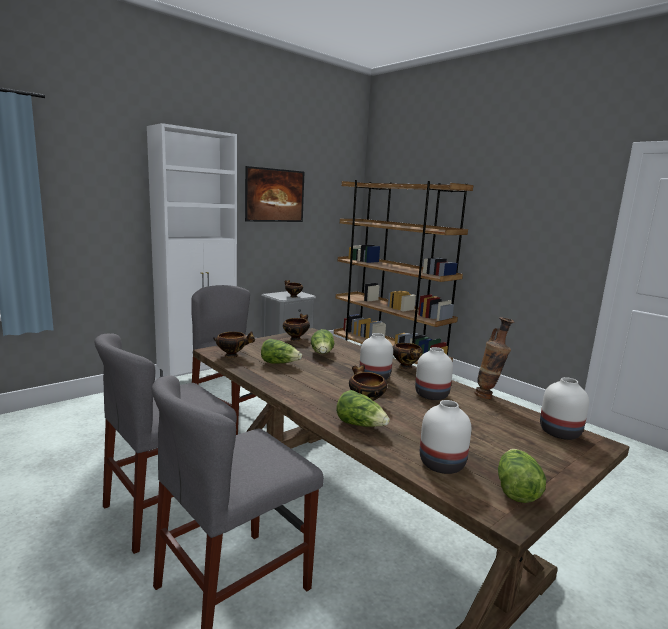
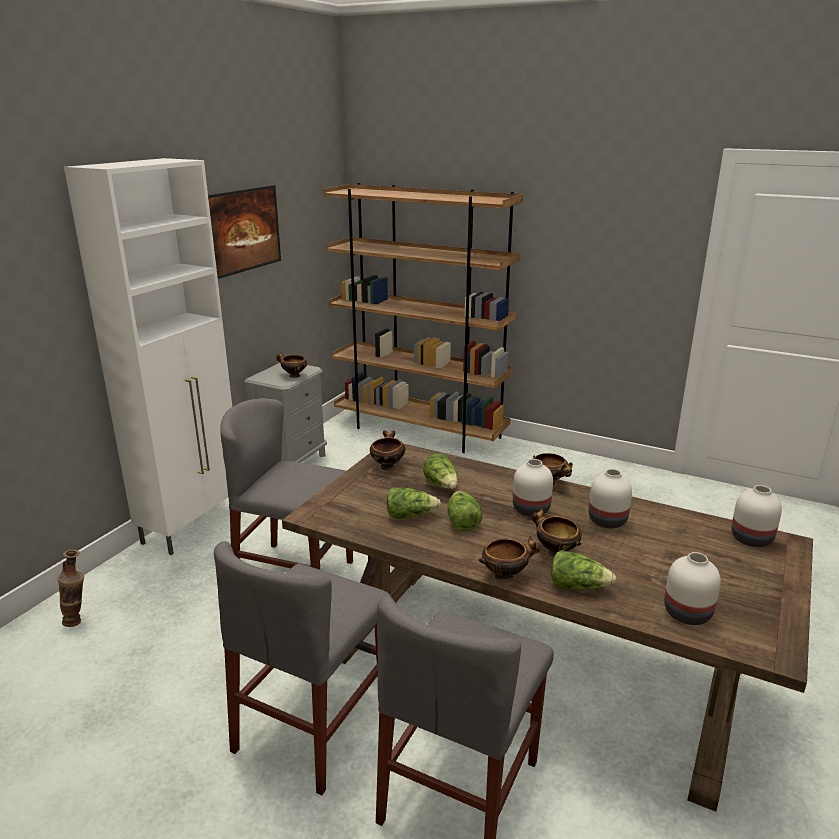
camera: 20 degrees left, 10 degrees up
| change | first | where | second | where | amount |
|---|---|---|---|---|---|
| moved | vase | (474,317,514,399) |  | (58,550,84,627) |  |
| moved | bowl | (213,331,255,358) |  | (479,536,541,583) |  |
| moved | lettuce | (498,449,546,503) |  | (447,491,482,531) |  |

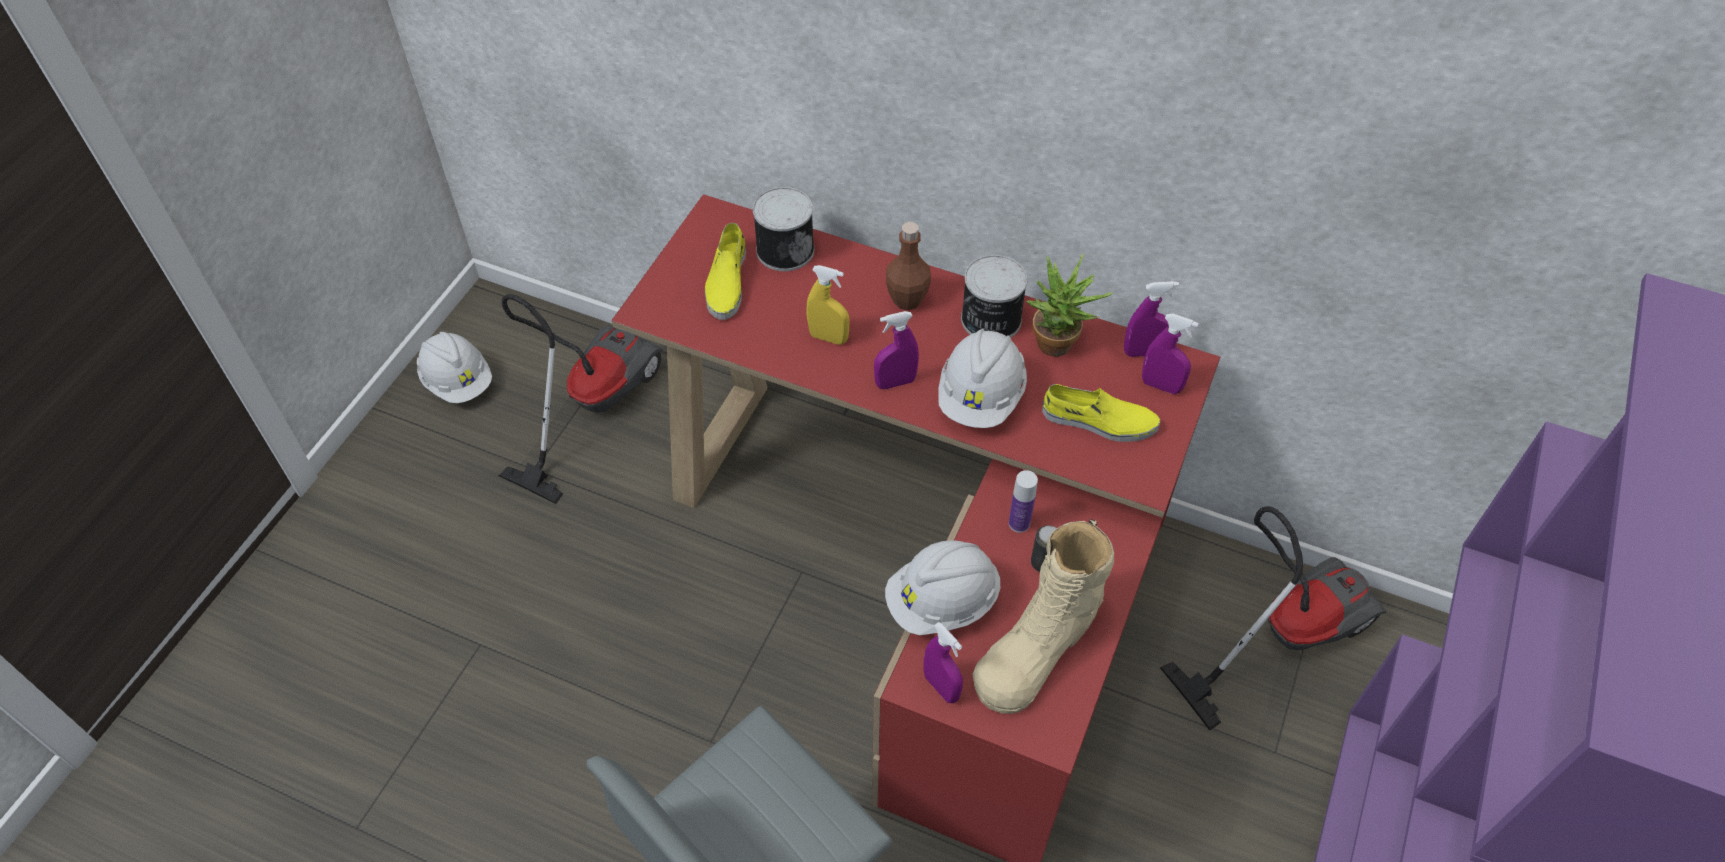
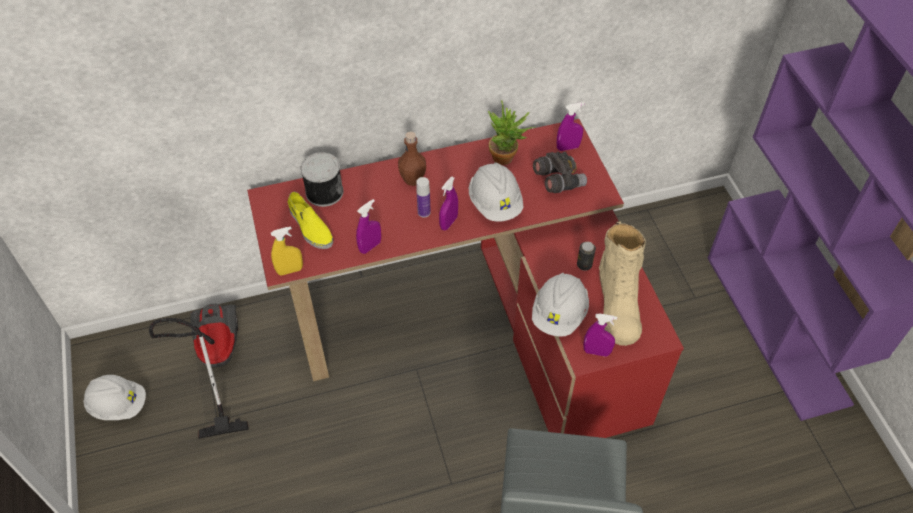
camera: 40 degrees left, 0 degrees up
| change | first | where | second | where | amount |
|---|---|---|---|---|---|
| removed | can | (961,255,1028,338) |  |  |  |
| moved | spray bottle (yellow) | (806,265,850,345) |  | (271,227,303,276) |  |
| moved | spray bottle (purple) | (1124,281,1179,357) |  | (356,199,381,254) |  |
| replaced | shoe (yellow) | (1042,384,1160,442) | binoculars (grey) | (533,152,587,193) |  |
| moved | bottle | (1009,470,1038,533) |  | (416,177,431,217) |  |
| removed | vacuum cleaner | (1160,506,1386,731) |  |  |  |

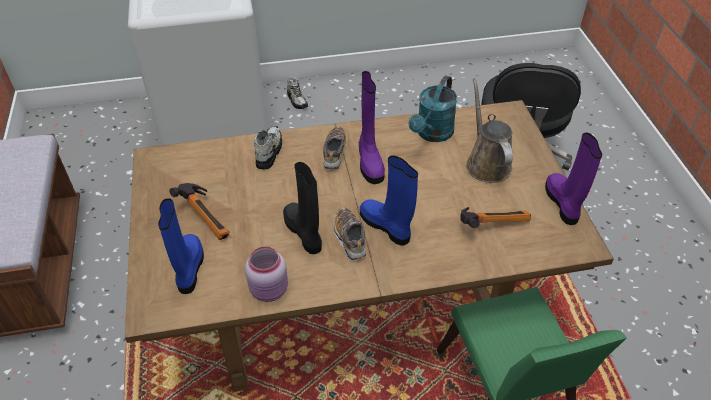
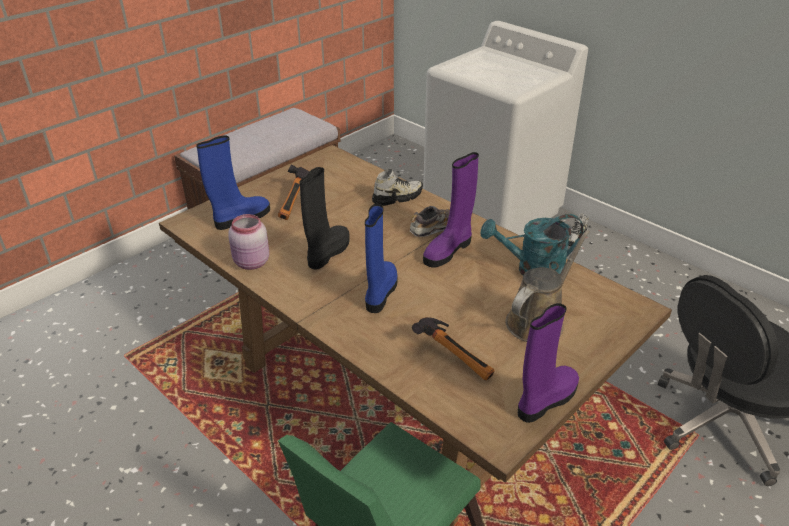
camera: 55 degrees right, 10 degrees down
| change | first | where | second | where | amount |
|---|---|---|---|---|---|
| removed | shoe | (334,208,366,261) |  |  |  |

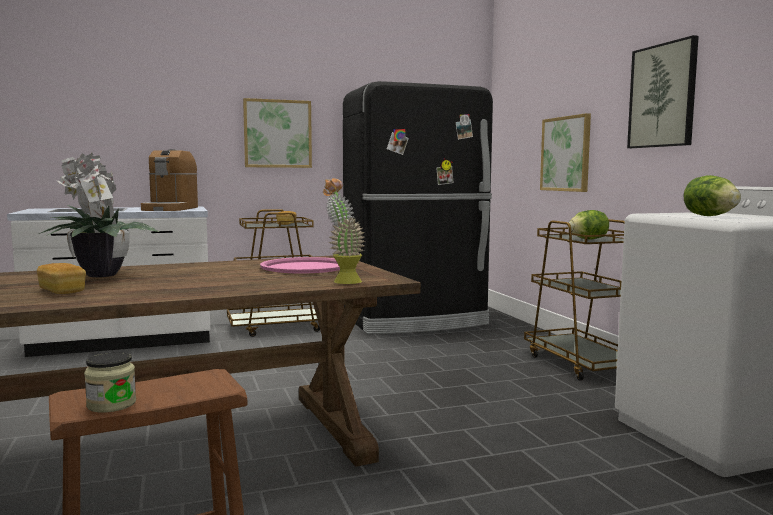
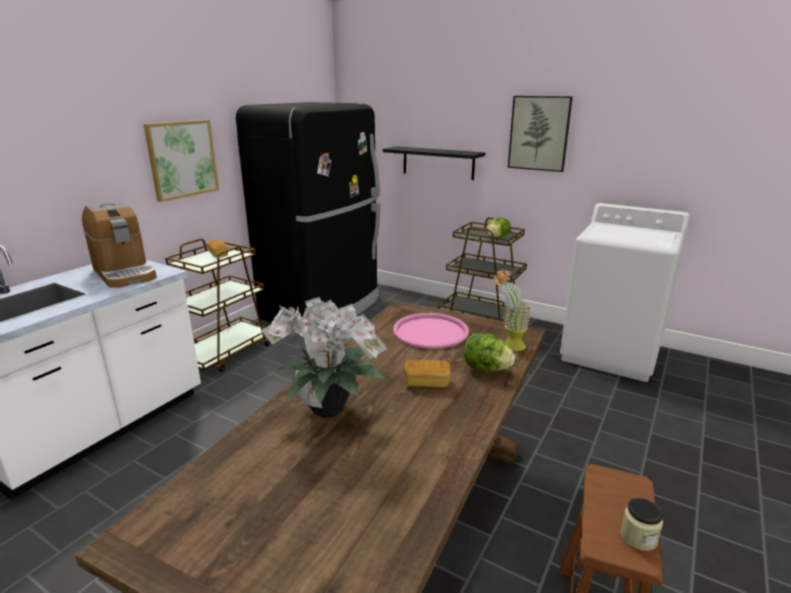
camera: 40 degrees left, 15 degrees up
| change | first | where | second | where | amount |
|---|---|---|---|---|---|
| replaced | picture | (540,113,591,192) | shelf (black) | (383,146,485,180) |  |
| moved | lettuce | (683,175,741,216) |  | (463,333,515,372) |  |
| moved | bread | (37,263,86,294) |  | (404,360,451,387) |  |

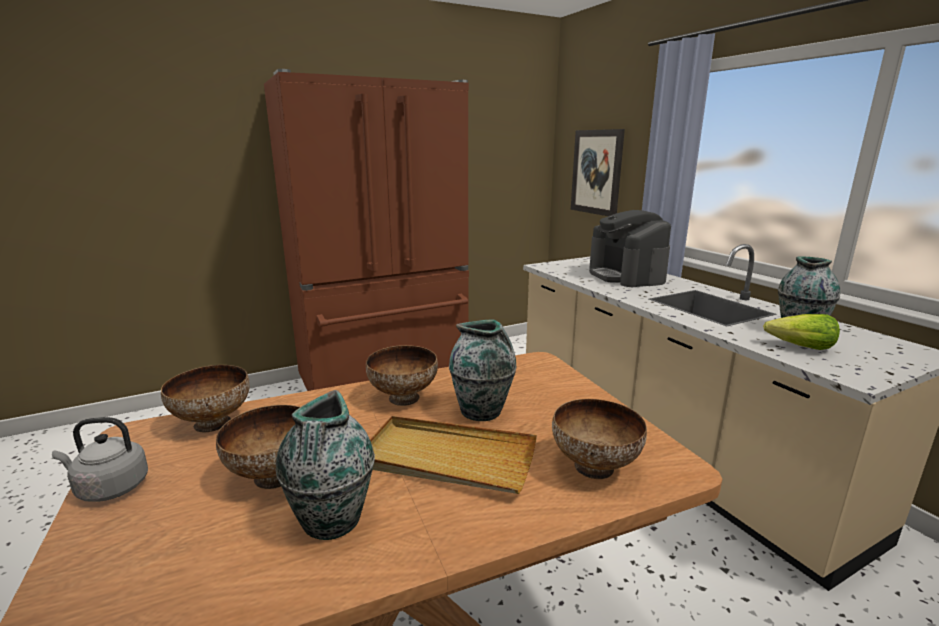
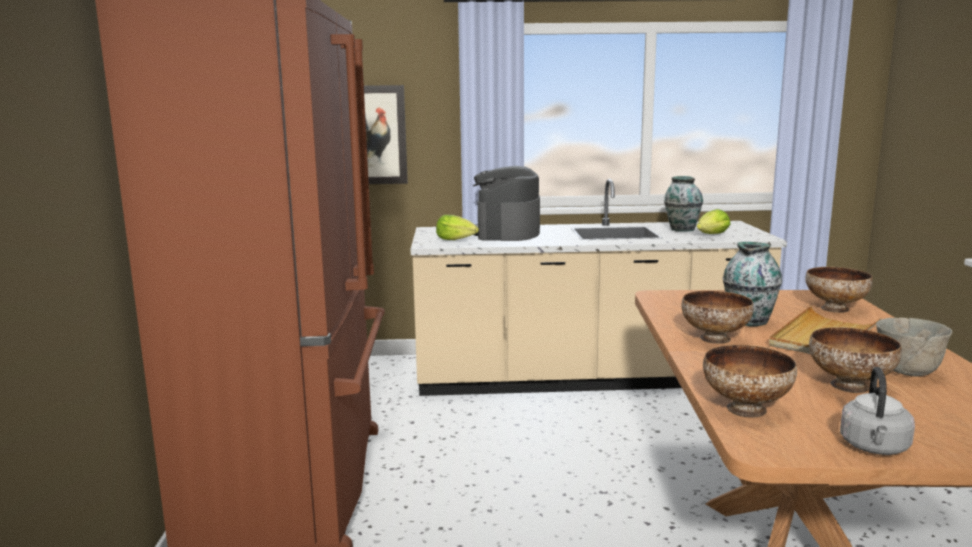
camera: 65 degrees left, 5 degrees down
| change | first | where | second | where | amount |
|---|---|---|---|---|---|
| turned | coffee machine | (589,210,671,287) |  | (473,166,540,241) | 90 degrees clockwise |
| replaced | vase | (276,390,375,540) | bowl (grey) | (876,318,952,376) |  |
| added |  |  | lettuce | (436,215,479,240) |  |

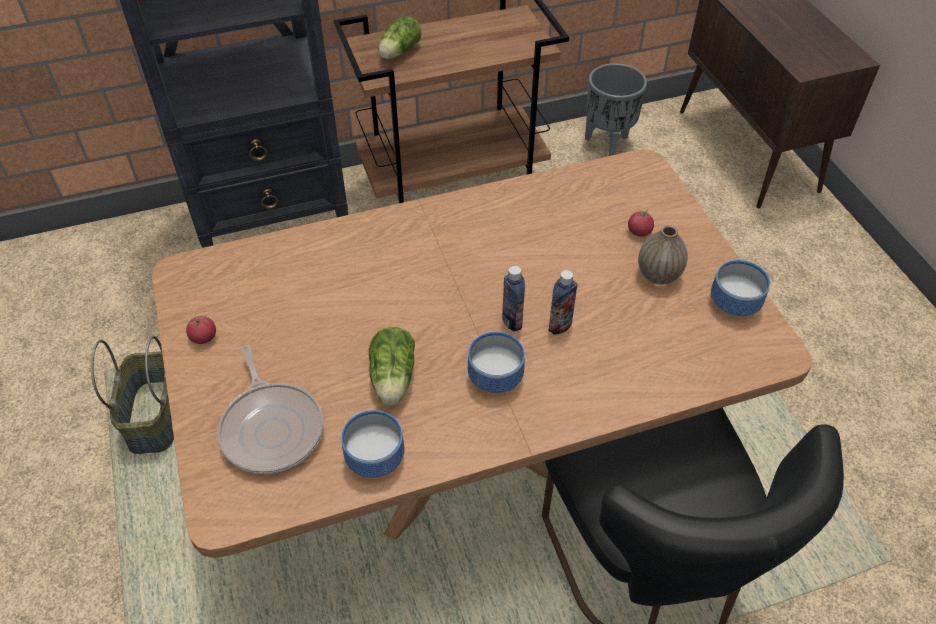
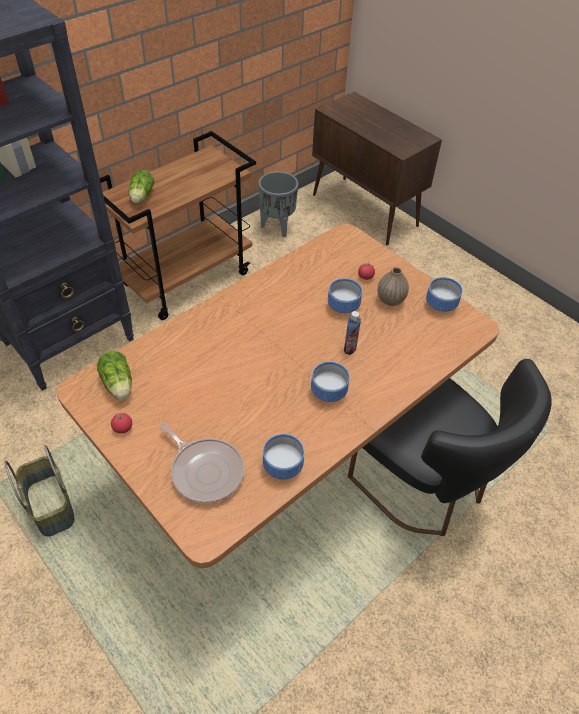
camera: 25 degrees left, 0 degrees up
| change | first | where | second | where | amount |
|---|---|---|---|---|---|
| removed | bottle | (502,266,525,332) |  |  |  |
| moved | lettuce | (369,327,415,405) |  | (97,351,132,400) |  |
| added |  |  | bowl | (328,278,362,313) |  |

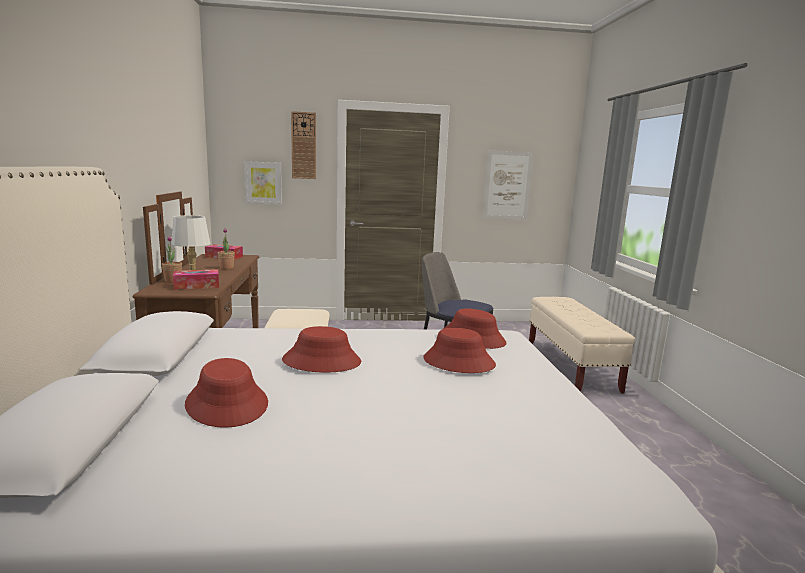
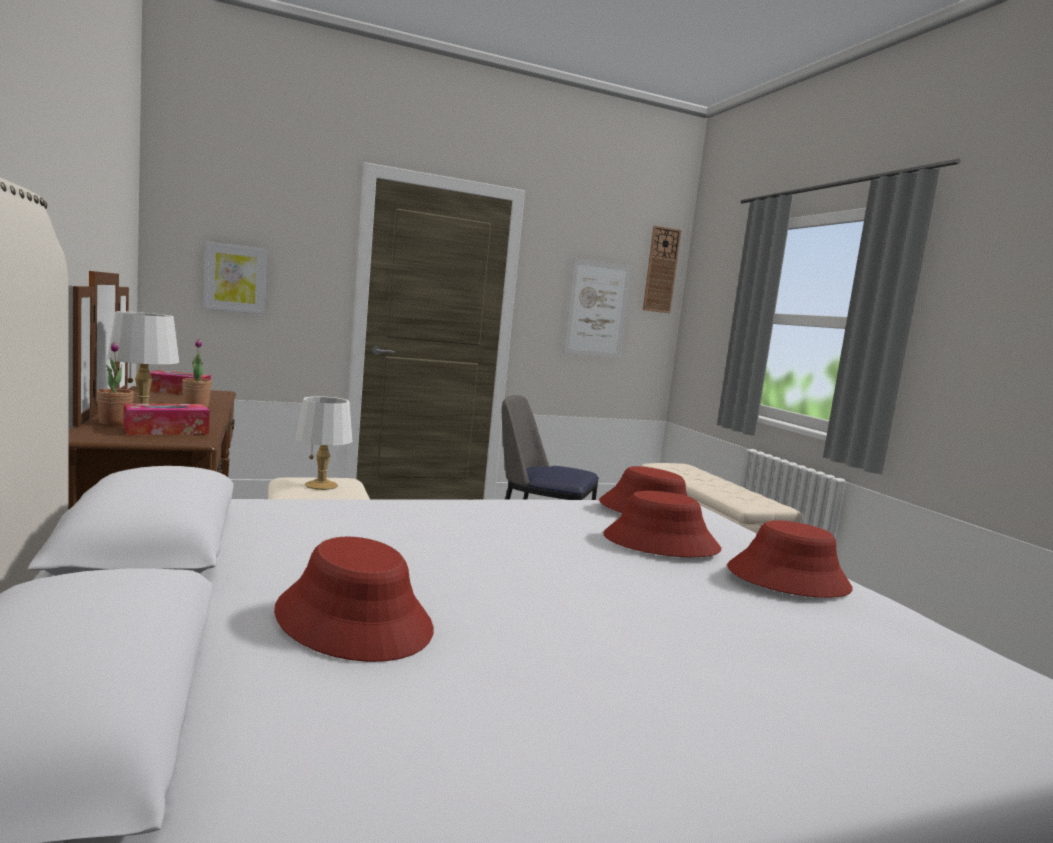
camera: 15 degrees left, 5 degrees down
| change | first | where | second | where | amount |
|---|---|---|---|---|---|
| moved | wall clock | (291,111,316,179) |  | (643,226,681,313) |  |
| moved | hat (red) | (282,326,361,373) |  | (727,520,853,598) |  |
| added |  |  | table lamp (white) | (296,396,352,490) |  |

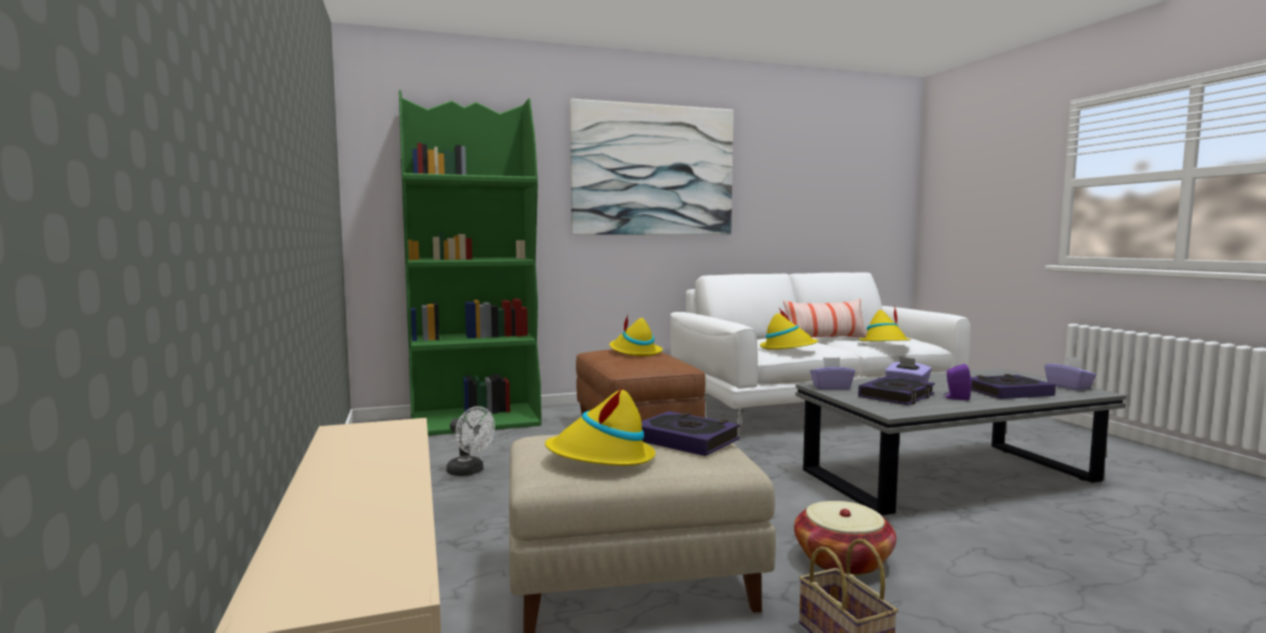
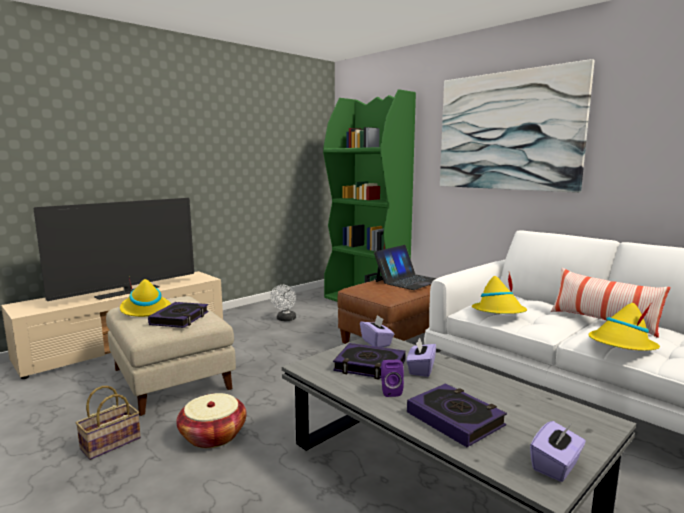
camera: 65 degrees right, 5 degrees up
| change | first | where | second | where | amount |
|---|---|---|---|---|---|
| replaced | hat (yellow) | (610,315,663,356) | laptop | (374,245,437,290) |  |
| added |  |  | television | (33,198,194,301) |  |

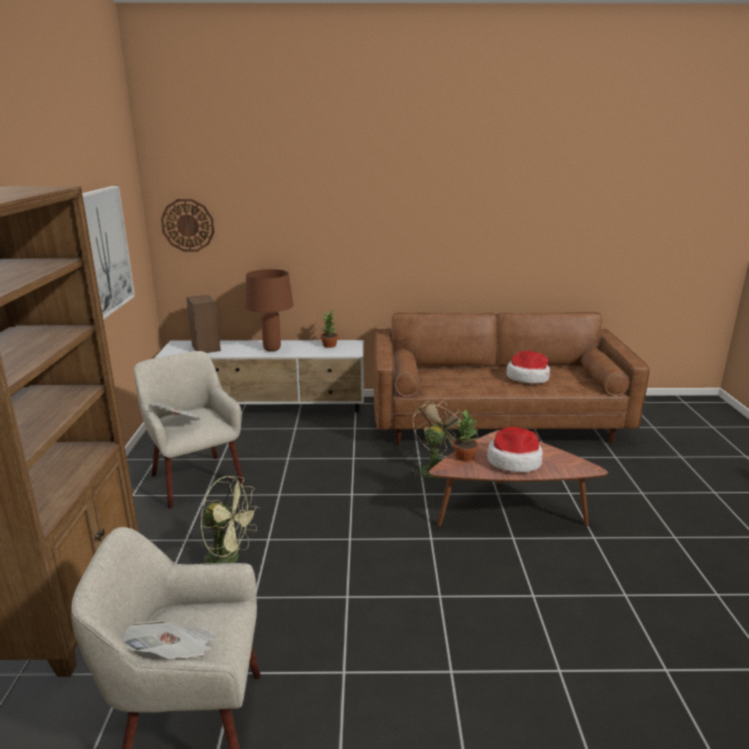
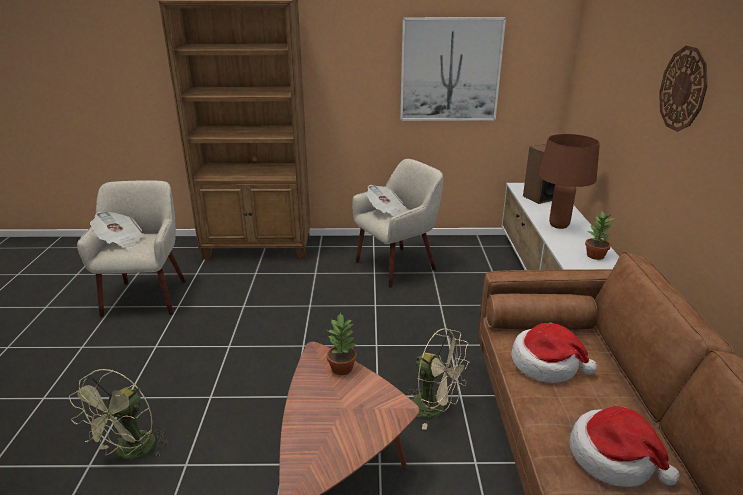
camera: 90 degrees right, 5 degrees up
| change | first | where | second | where | amount |
|---|---|---|---|---|---|
| moved | wall clock | (161,199,214,252) |  | (659,45,708,132) |  |
| moved | hat | (487,427,543,472) |  | (511,323,597,383) |  |
| moved | fan (green) | (201,476,259,564) |  | (69,369,168,460) |  |

